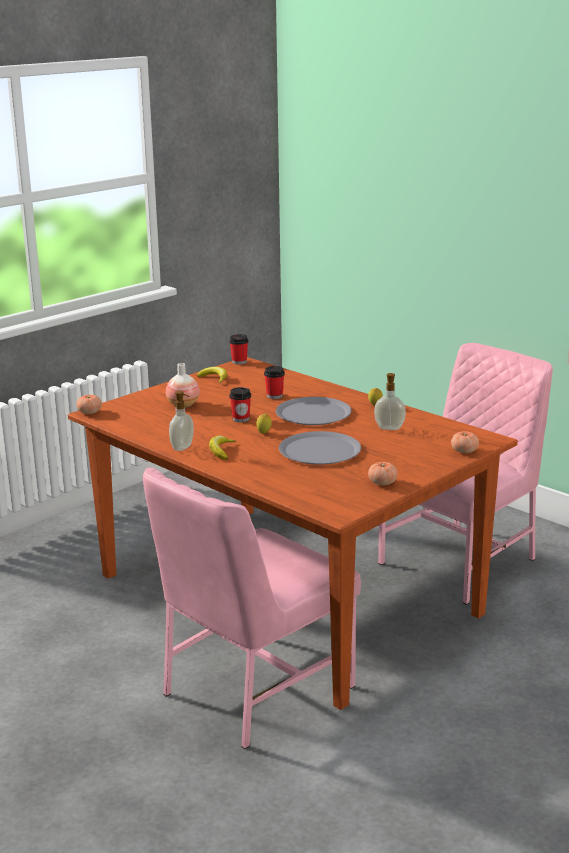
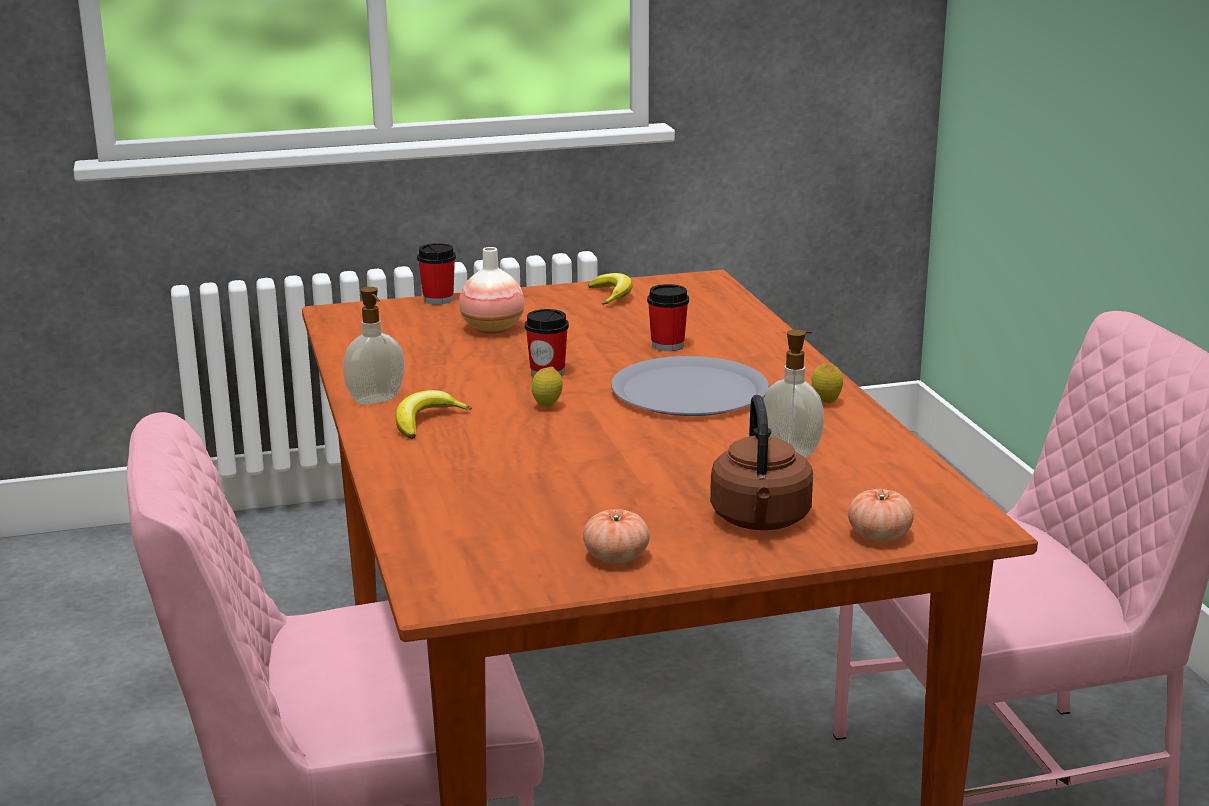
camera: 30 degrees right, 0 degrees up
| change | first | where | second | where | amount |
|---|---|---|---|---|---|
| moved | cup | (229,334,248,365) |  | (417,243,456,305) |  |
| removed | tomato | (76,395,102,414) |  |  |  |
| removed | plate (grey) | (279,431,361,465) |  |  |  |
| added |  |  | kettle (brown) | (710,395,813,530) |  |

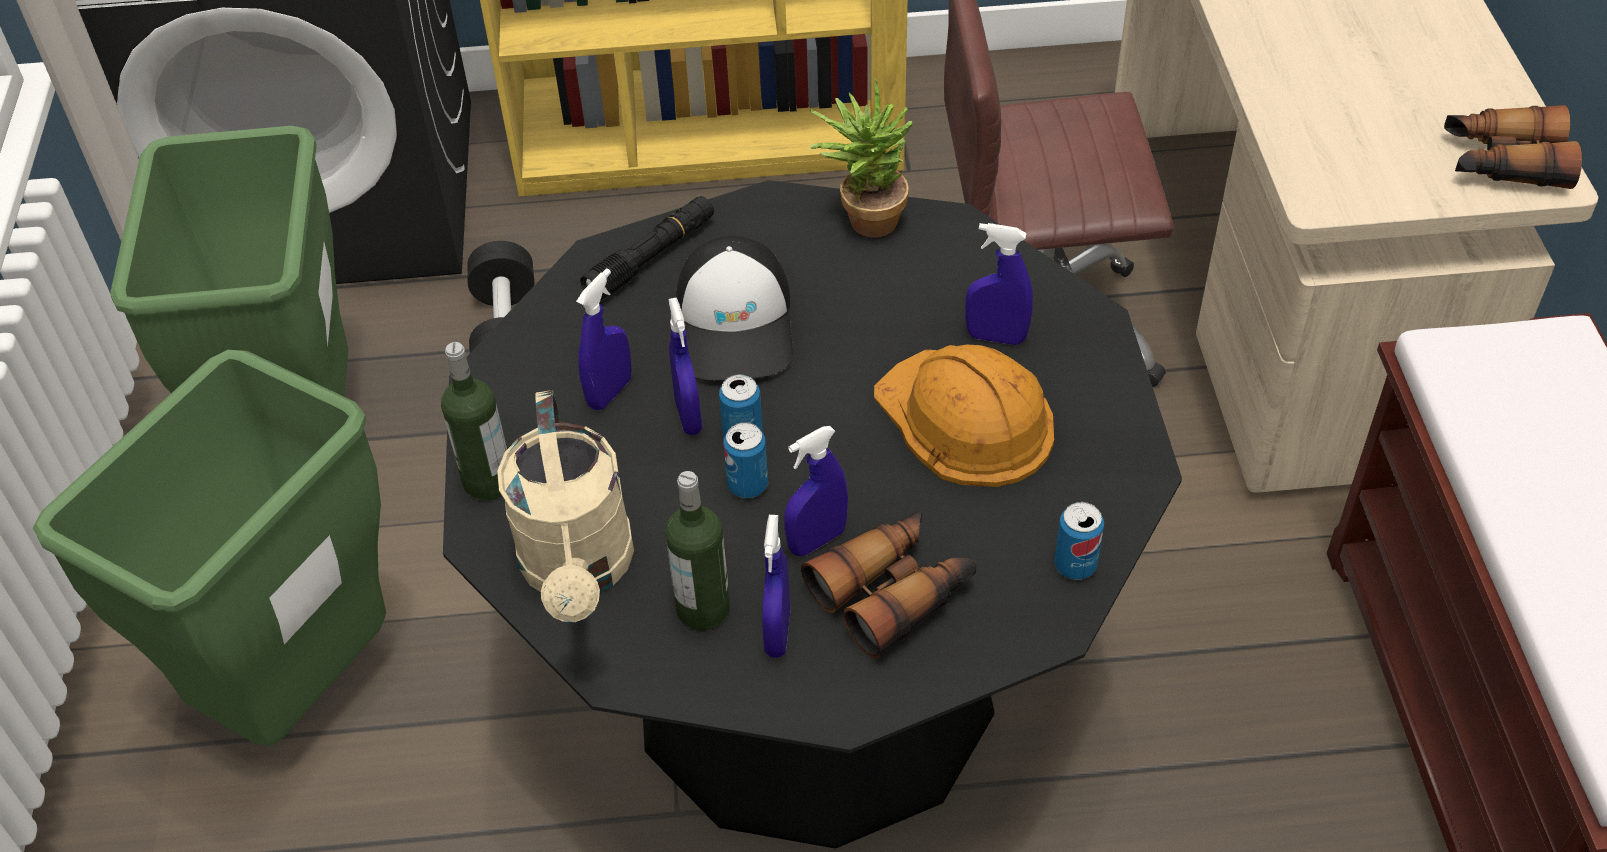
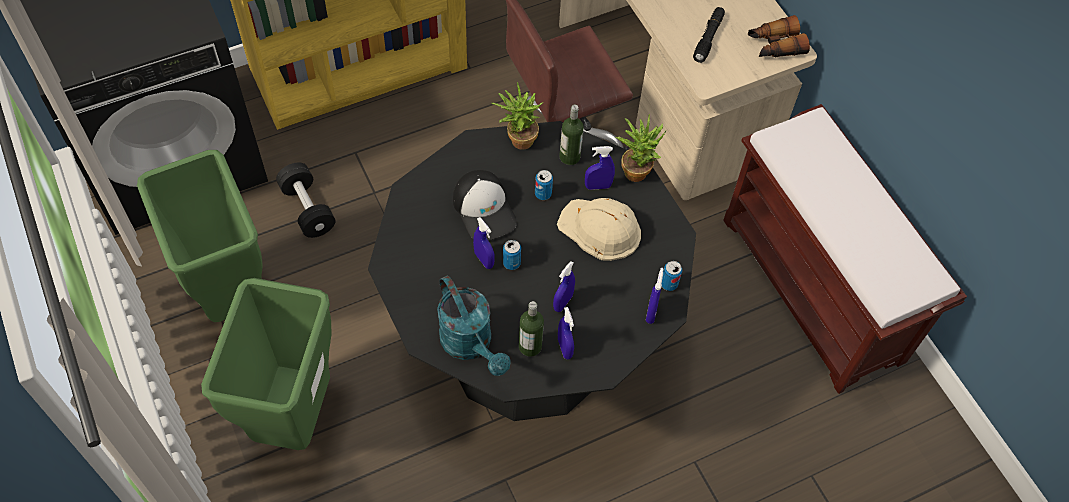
camera: 25 degrees left, 10 degrees up
| change | first | where | second | where | amount |
|---|---|---|---|---|---|
| moved | flashlight (black) | (580,196,714,301) |  | (693,7,725,63) |  |
| moved | spray bottle (blue) | (576,268,632,410) |  | (646,268,664,324) |  |
| moved | bottle | (441,342,507,500) |  | (559,105,584,165) |  |
| recoloured | hard hat (orange) | (874,344,1054,487) | hard hat (beige) | (557,198,641,261) |  |
| recoloured | watering can (beige) | (497,390,634,622) | watering can (turquoise) | (437,275,511,376) |  |
| moved | can | (724,422,768,498) |  | (535,170,553,200) |  |
| removed | binoculars | (801,509,977,659) |  |  |  |
| added |  |  | potted plant | (616,114,666,182) |  |

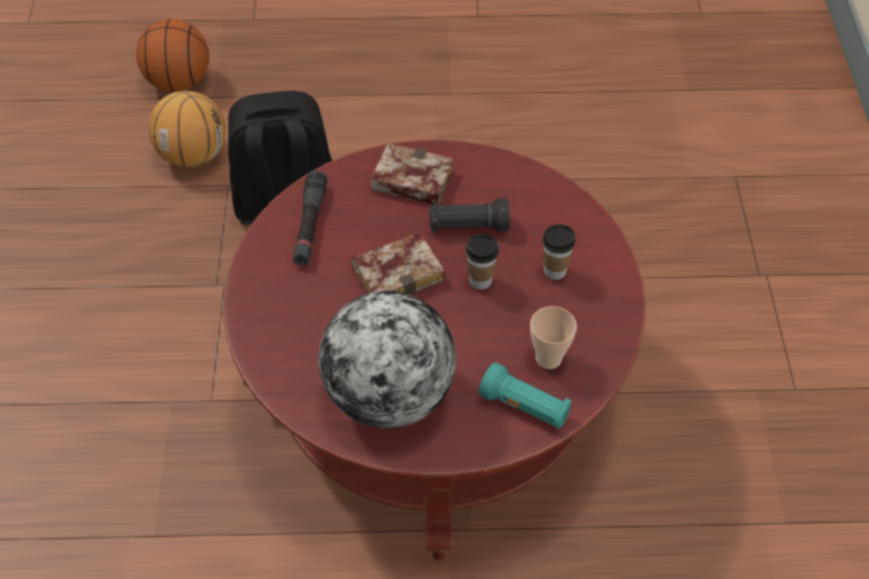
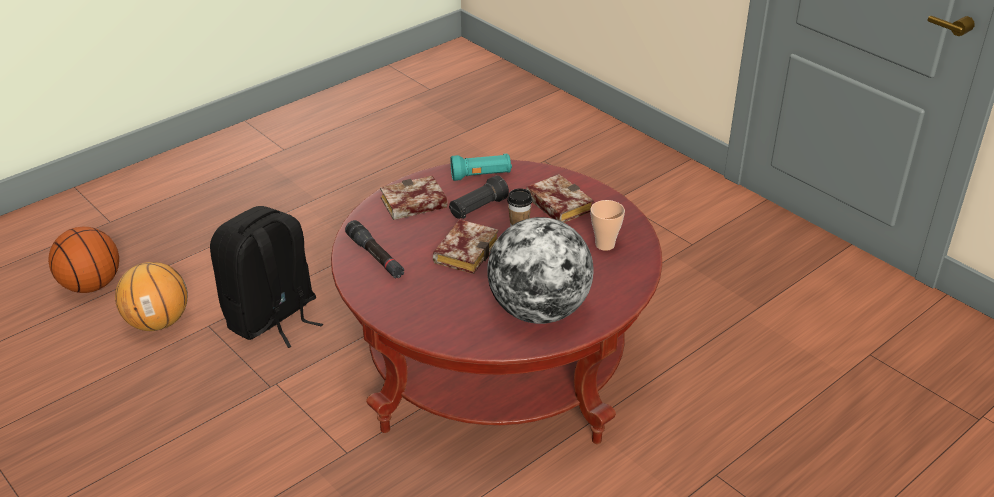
camera: 40 degrees left, 15 degrees down
| change | first | where | second | where | amount |
|---|---|---|---|---|---|
| replaced | cup | (543,225,576,280) | book | (526,174,593,223) |  |
| moved | flashlight (turquoise) | (479,362,571,429) |  | (450,154,512,181) |  |

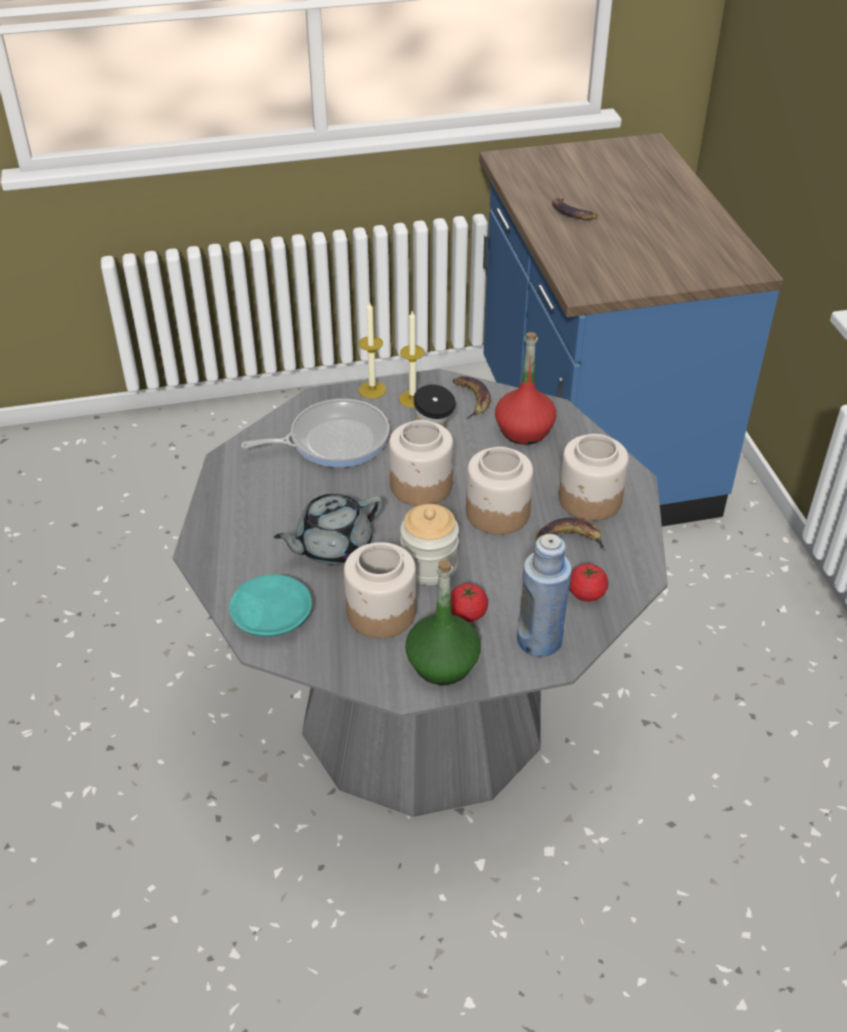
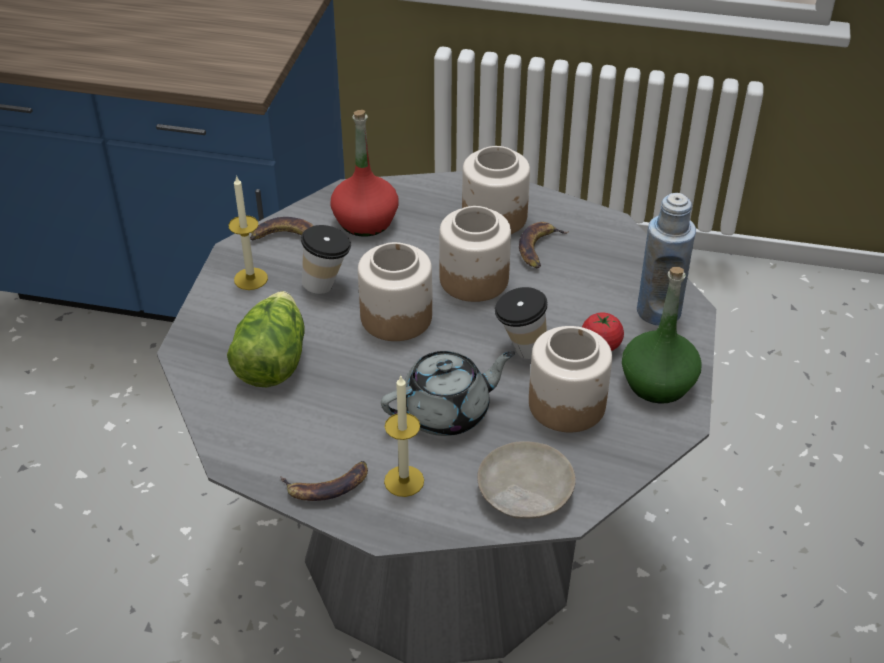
camera: 65 degrees left, 0 degrees up
| change | first | where | second | where | amount |
|---|---|---|---|---|---|
| moved | banana | (552,198,598,220) |  | (280,461,368,501) |  |
| moved | candle | (359,301,386,399) |  | (384,376,424,497) |  |
| replaced | frying pan | (241,399,389,467) | lettuce | (227,291,305,387) |  |
| turned | teapot (grey) | (274,493,383,565) |  | (381,351,515,436) | 105 degrees counterclockwise |
| replaced | jar | (400,504,459,585) | cup | (495,287,547,359) |  |
| removed | tomato | (569,564,608,602) |  |  |  |
| recoloured | plate (turquoise) | (229,574,312,637) | plate (beige) | (477,441,576,519) |  |

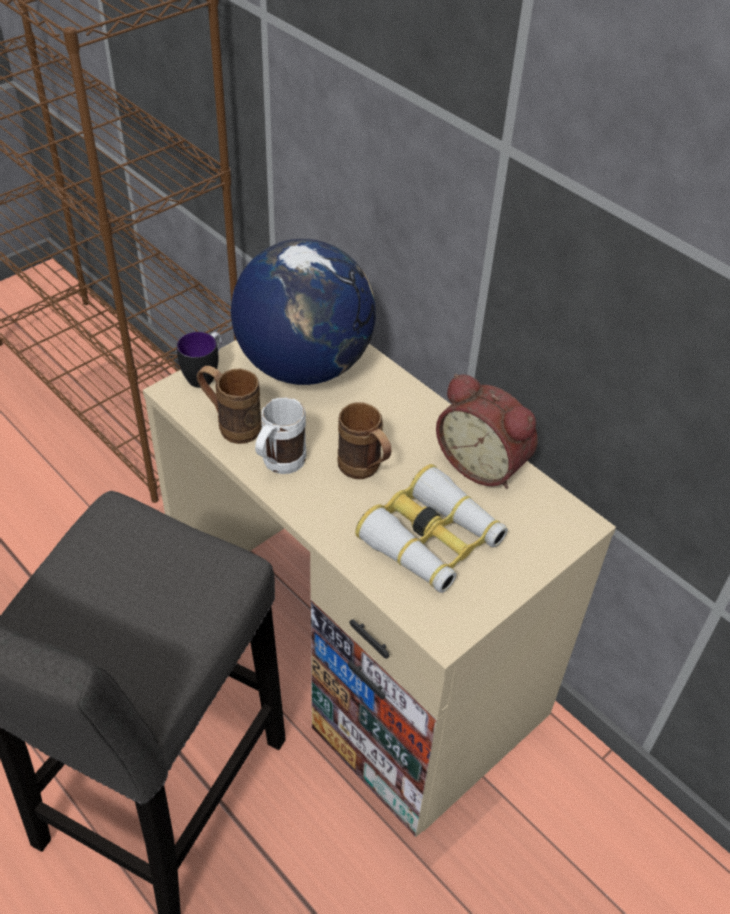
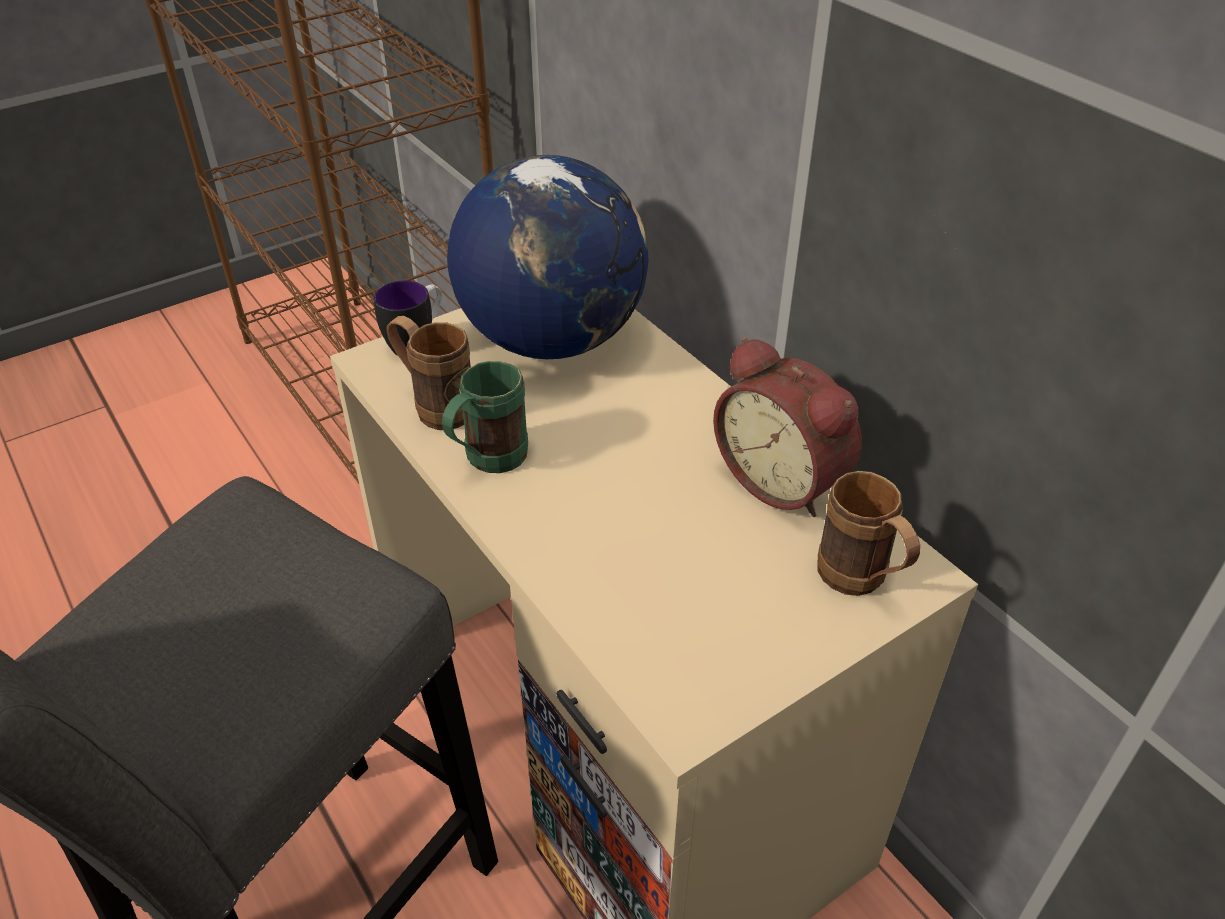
camera: 10 degrees right, 5 degrees down
| change | first | where | second | where | amount |
|---|---|---|---|---|---|
| recoloured | mug (white) | (255,397,306,474) | mug (green) | (442,361,528,473) |  |
| moved | mug (brown) | (338,402,391,479) |  | (817,471,920,596) |  |
| removed | binoculars | (355,464,508,593) |  |  |  |

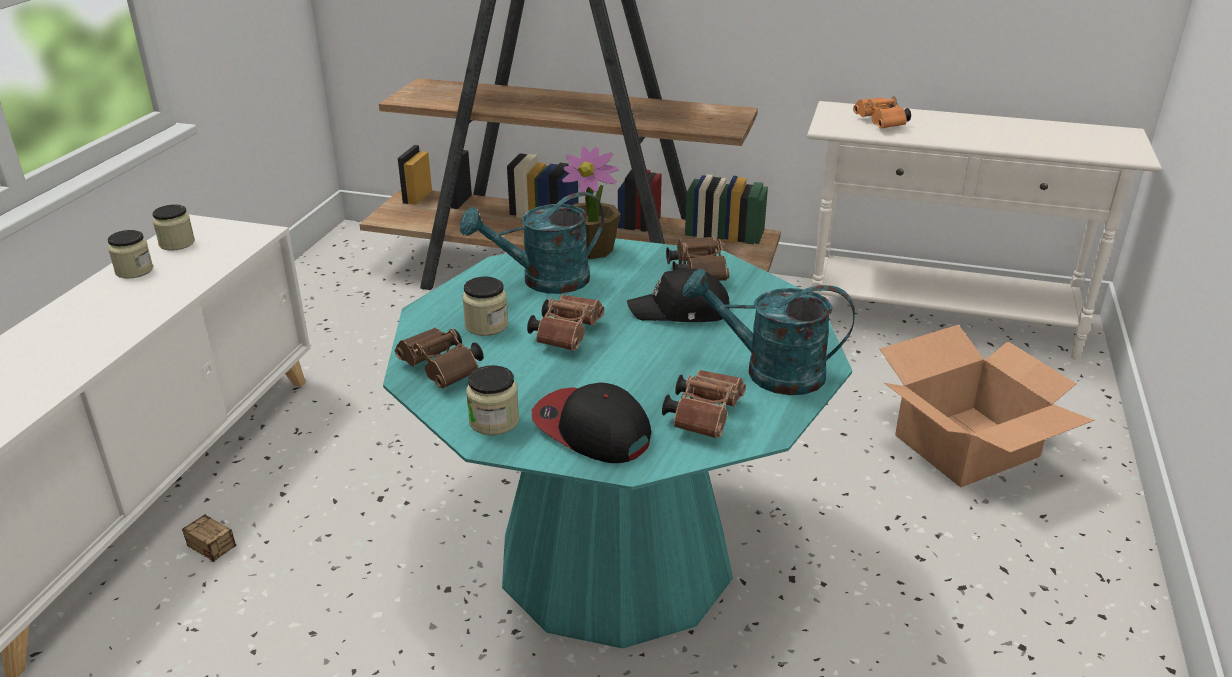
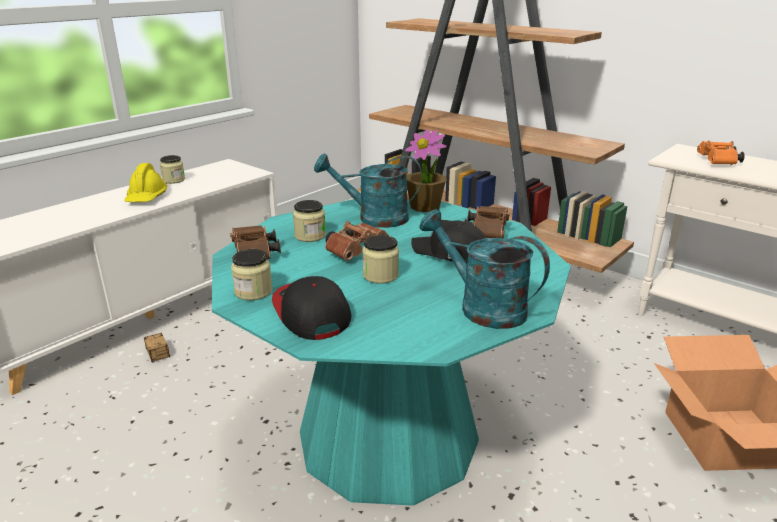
camera: 25 degrees right, 5 degrees down
| change | first | where | second | where | amount |
|---|---|---|---|---|---|
| moved | jar | (152,204,195,251) |  | (362,235,399,284) |  |
| removed | binoculars (brown) | (662,370,746,439) |  |  |  |
| added |  |  | hard hat (yellow) | (124,163,167,202) |  |

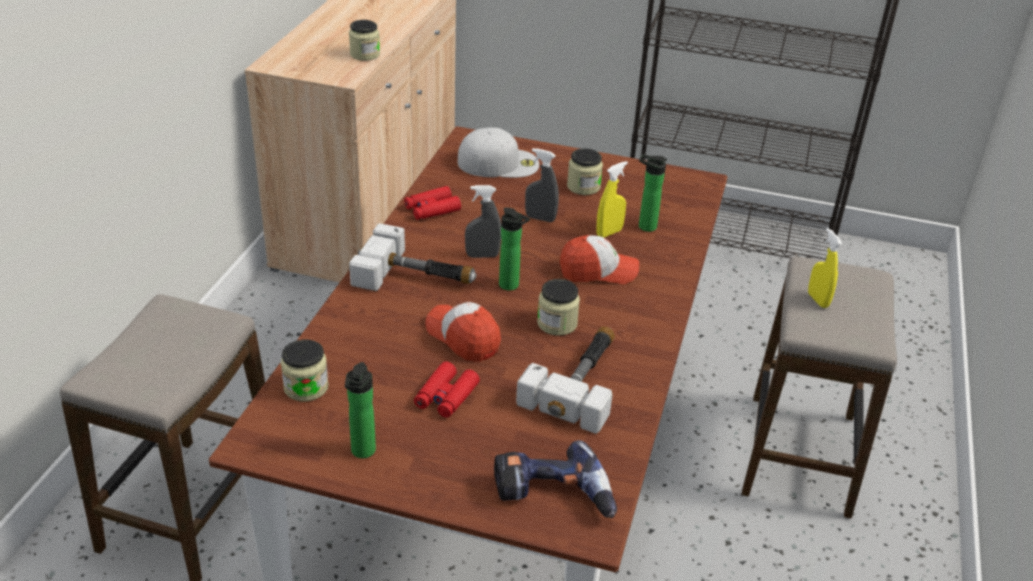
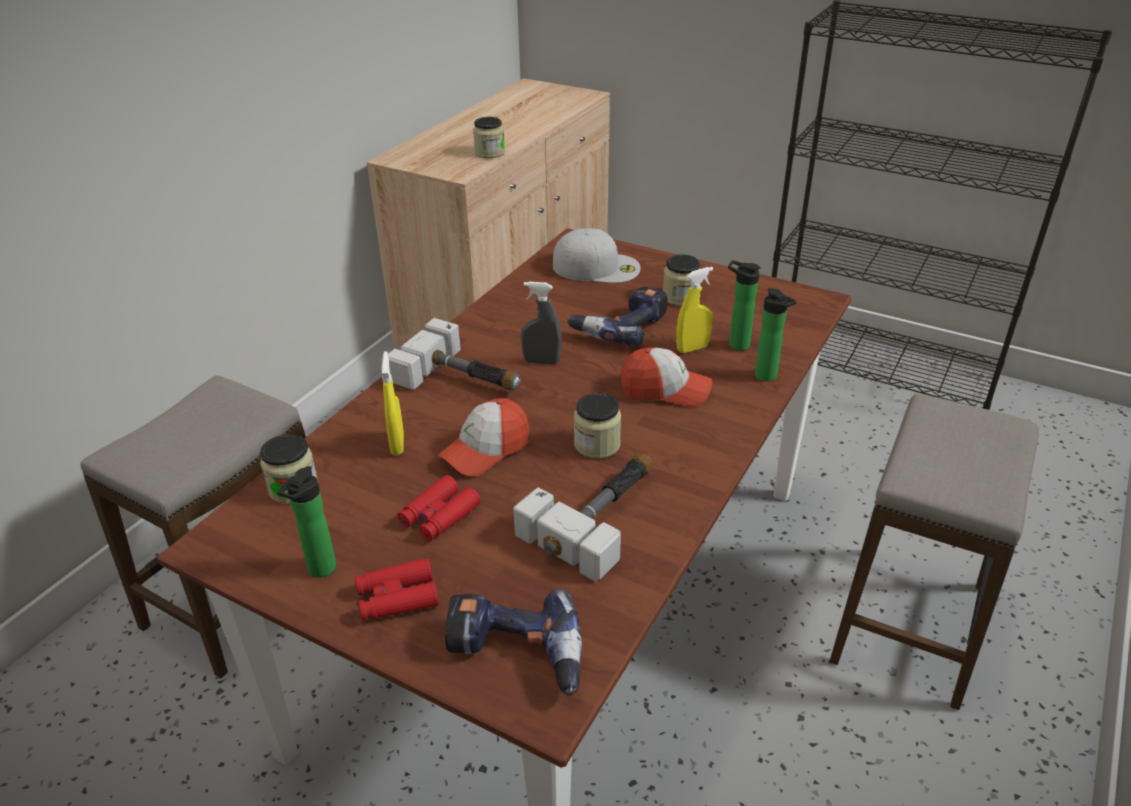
camera: 15 degrees right, 0 degrees up
| change | first | where | second | where | amount |
|---|---|---|---|---|---|
| replaced | spray bottle (grey) | (525,148,559,222) | power drill | (567,286,667,346) |  |
| moved | binoculars (red) | (404,186,461,220) |  | (355,558,439,621) |  |
| moved | bottle | (499,207,530,290) |  | (755,288,797,382) |  |
| moved | spray bottle (yellow) | (808,228,842,308) |  | (382,351,404,455) |  |
| turned | cap | (425,302,501,362) |  | (437,398,529,476) | 105 degrees counterclockwise |

